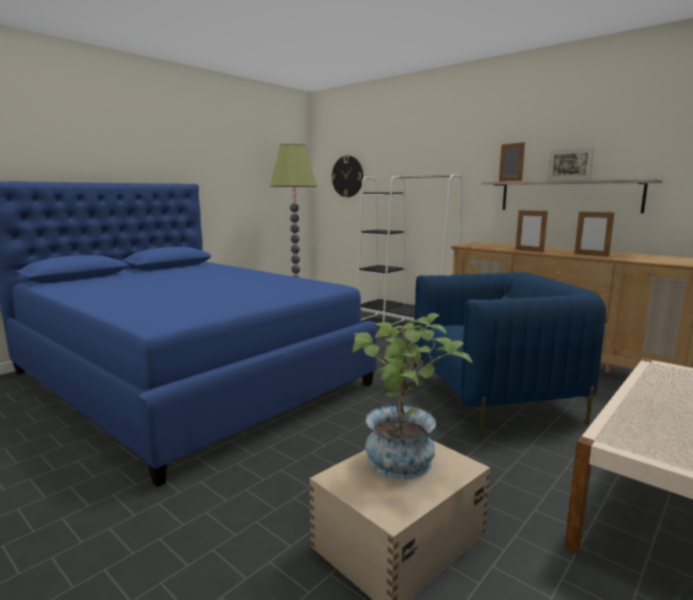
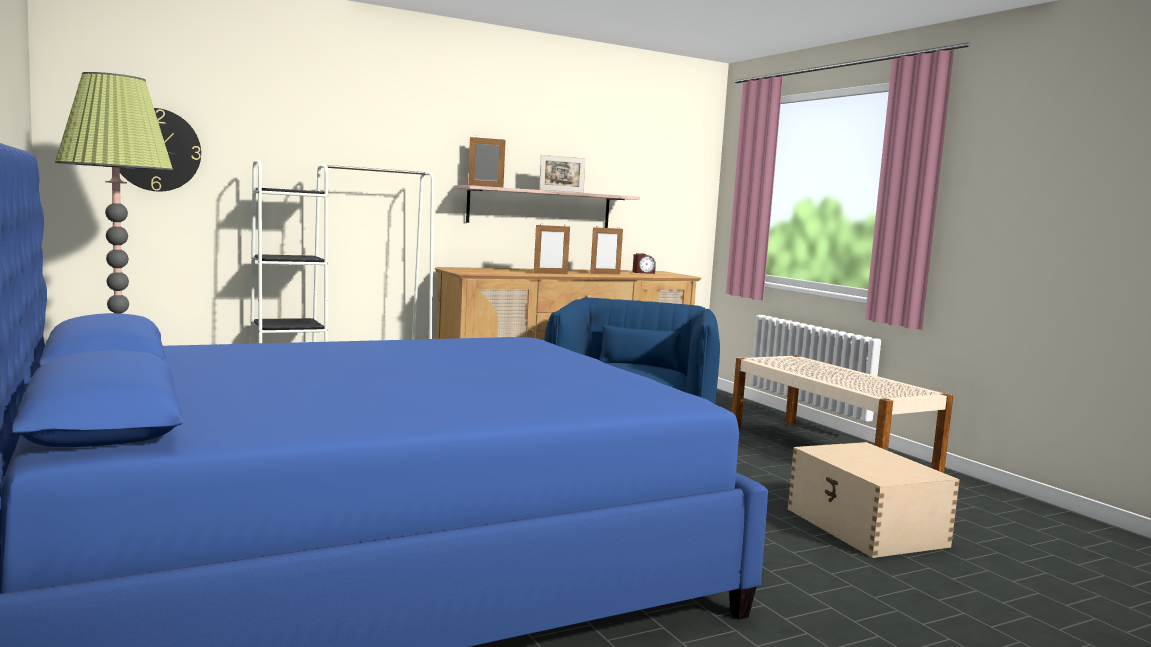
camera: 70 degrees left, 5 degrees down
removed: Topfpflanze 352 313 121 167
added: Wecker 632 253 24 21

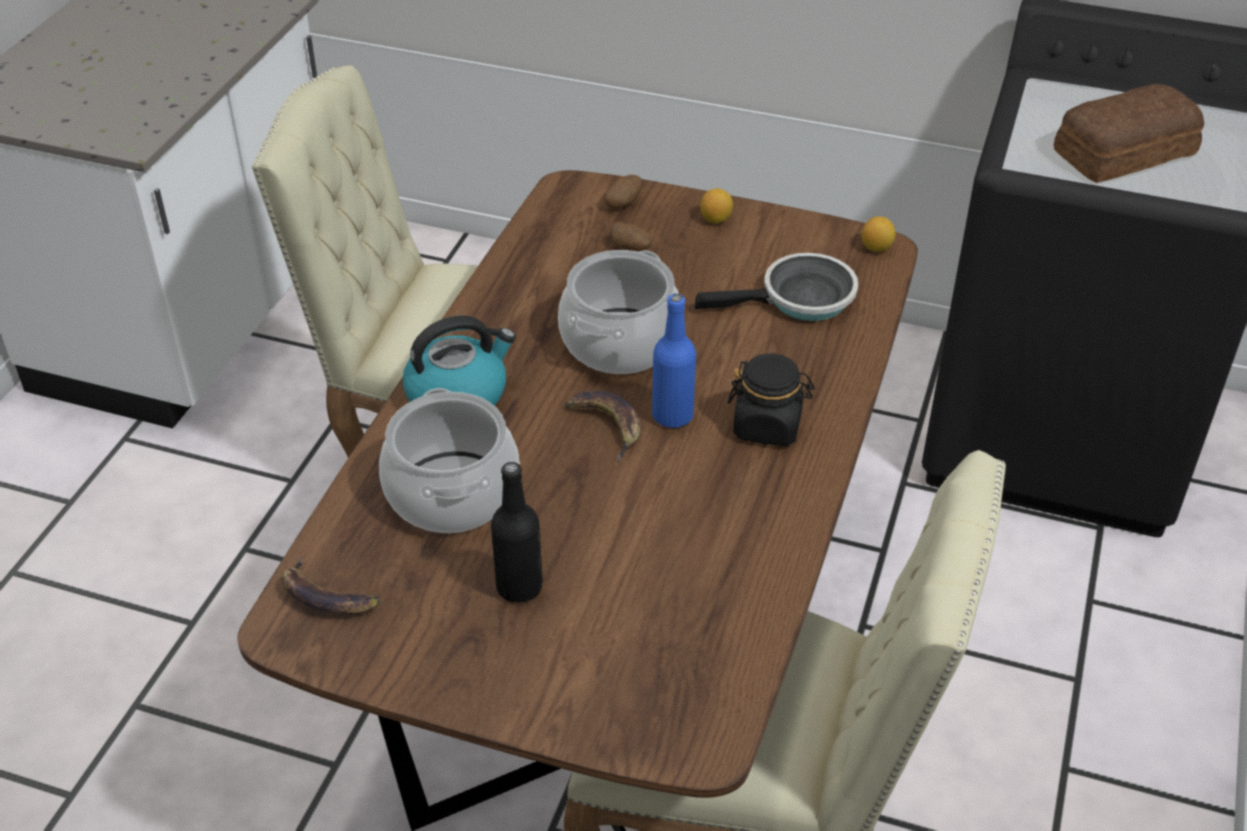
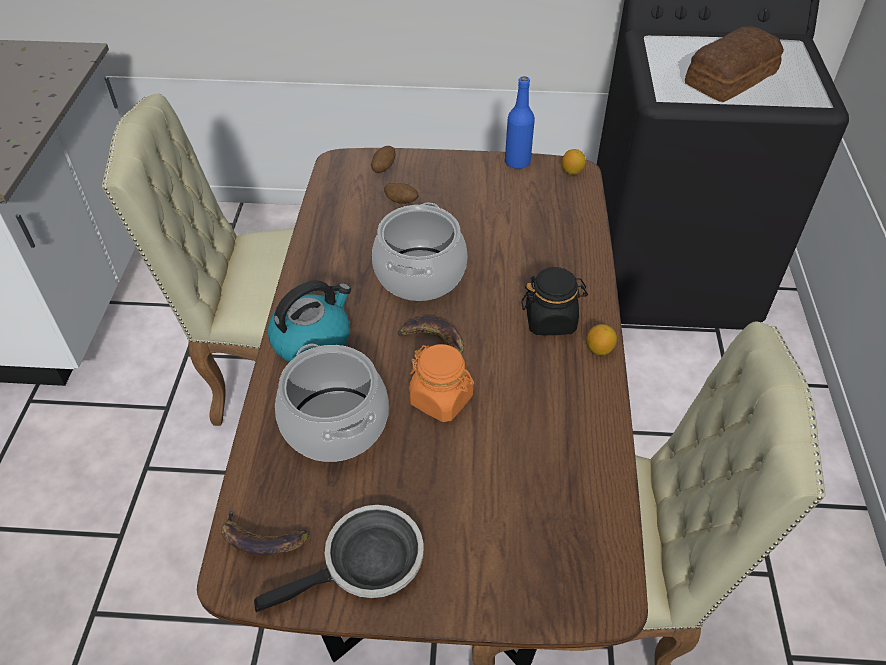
camera: 15 degrees left, 5 degrees up
removed: Flasche/schwarz 491 462 52 141
added: Vorratsglas/orange 409 344 65 78
moved: Flasche/blau 652 294 44 134 to 505 76 30 93; Pfanne 694 253 164 68 to 254 505 170 107; Zitrone 700 188 33 35 to 586 324 31 31

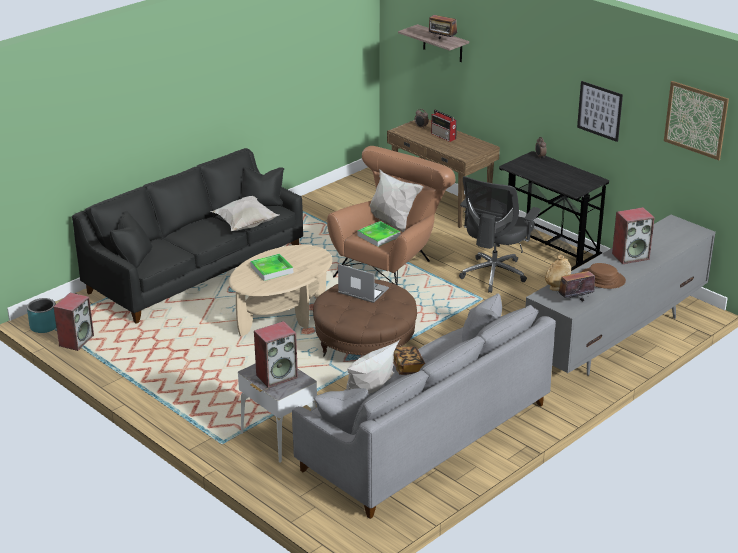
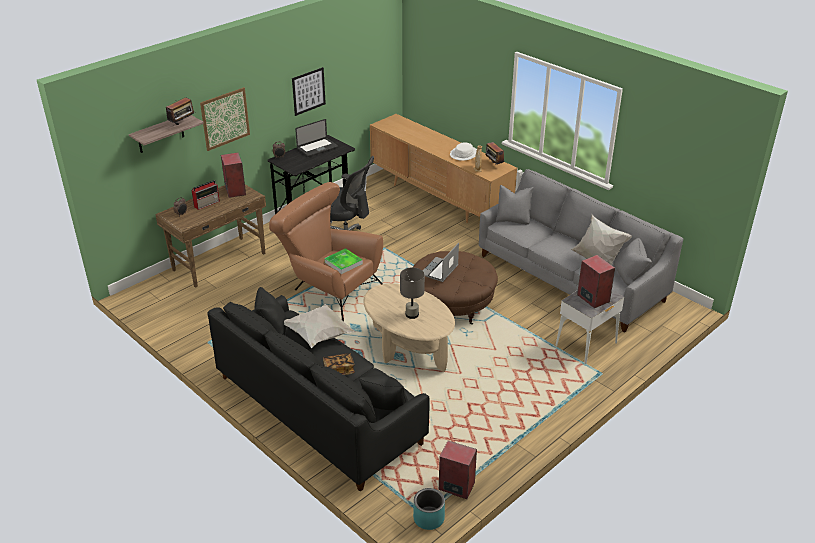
camera: 90 degrees left, 5 degrees up
removed: Kissen/weiß 370 169 53 63
added: Laptop 295 119 43 38
moved: Buch 393 346 32 29 to 323 353 32 22; Lautsprecher 612 207 43 57 to 221 153 25 45; Bild 664 81 65 79 to 200 87 50 64
replaced: Tablett 250 254 43 27 to Tischlampe/grau 400 267 25 52
recoloured: Schrank/grau 526 215 190 161 to Schrank/braun 370 114 147 109; Hut/braun 581 263 45 26 to Hut/weiß 450 142 27 19

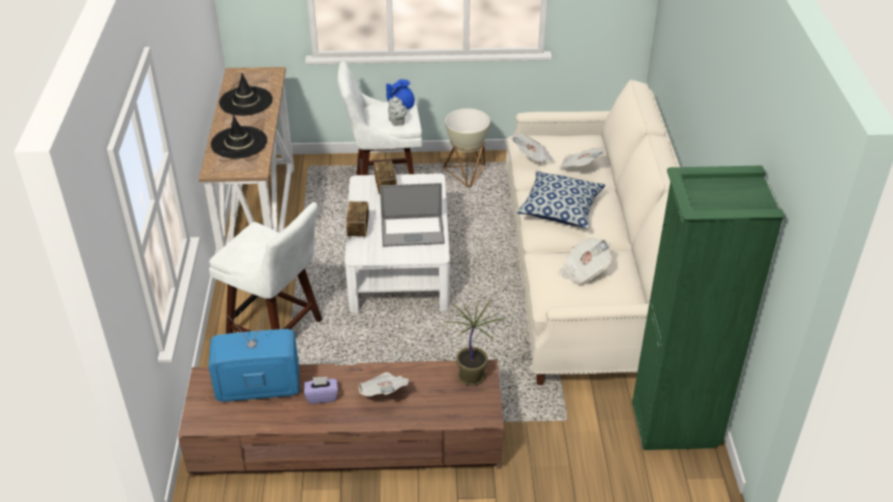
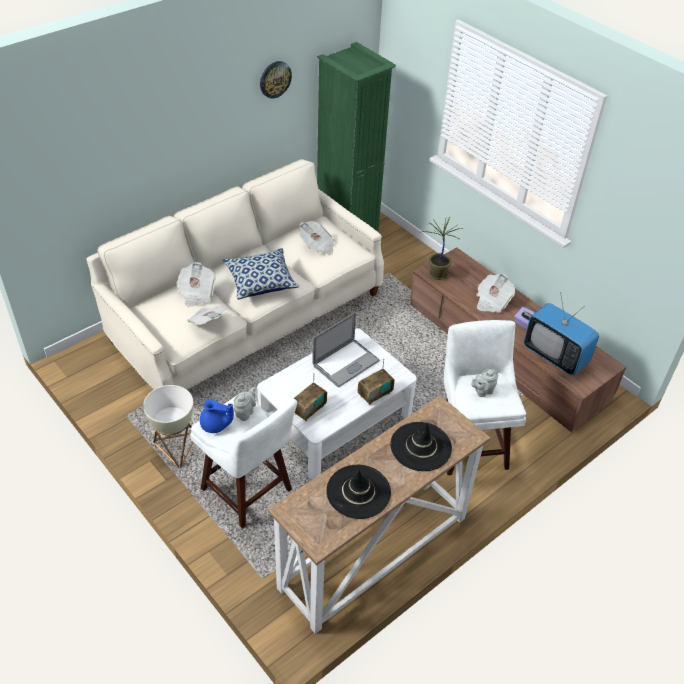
camera: 130 degrees left, 5 degrees up
added: Wanduhr 260 61 32 38; Teekanne/grau 471 369 27 28
turned: Laptop 380 183 65 64 = 312 312 68 76 90 degrees clockwise

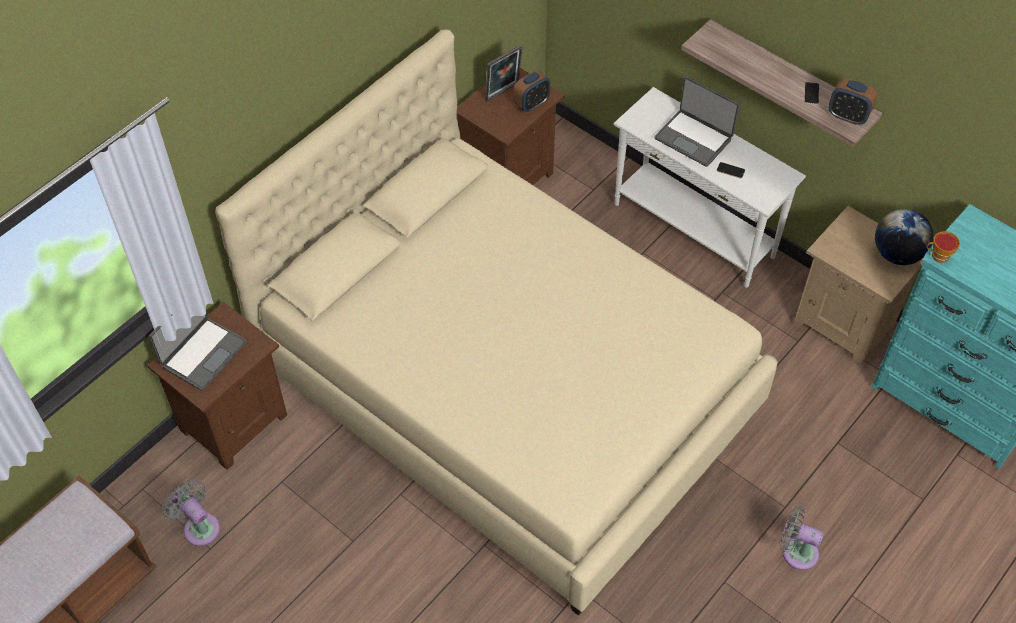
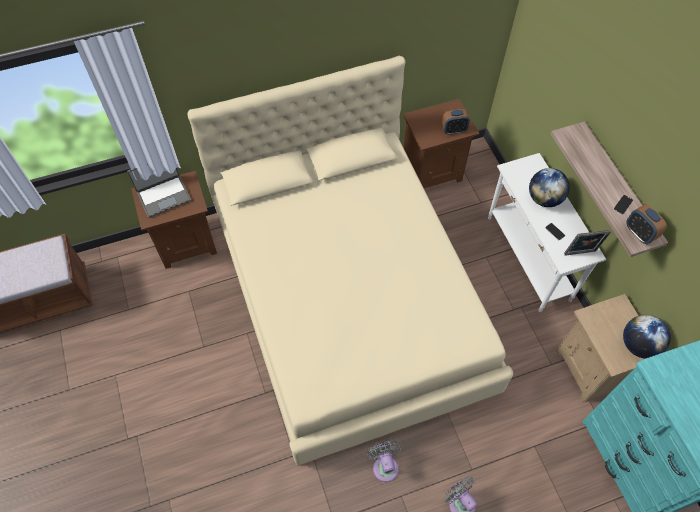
camera: 30 degrees right, 5 degrees up
removed: Tasse 926 231 34 32
moved: Ventilator/grau 162 479 58 67 to 367 440 34 42; Bilderrahmen 485 45 37 56 to 564 230 47 26
replaced: Laptop 654 76 85 91 to Globus 529 168 41 39

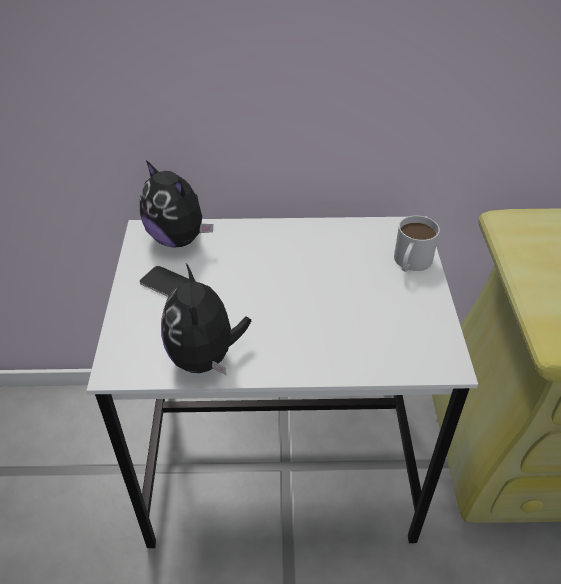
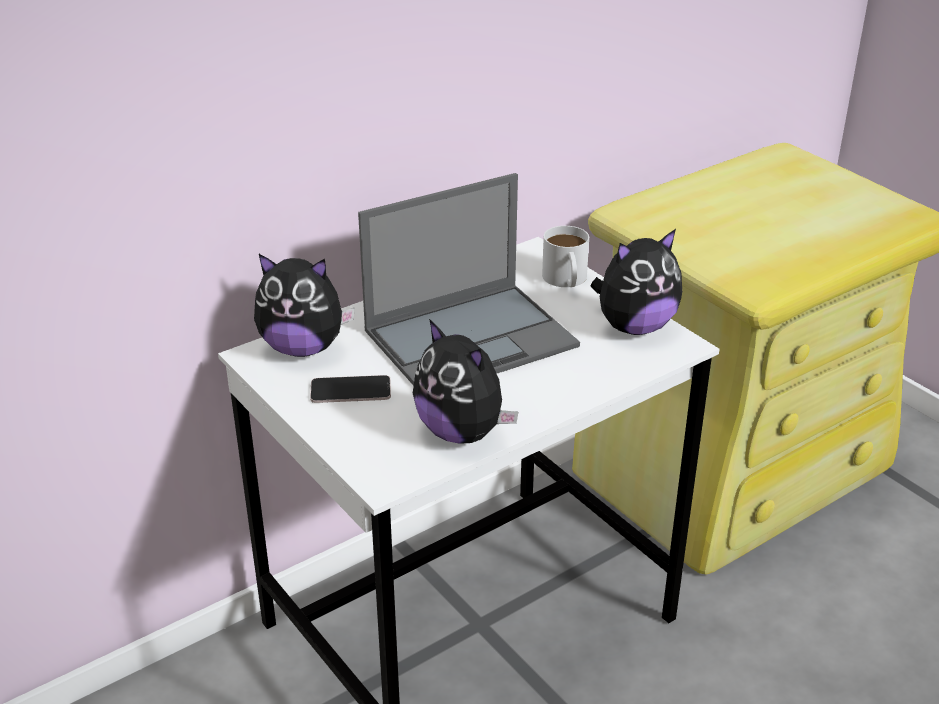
camera: 35 degrees left, 10 degrees down
added: Laptop 358 173 222 213; Plüschtier 591 229 91 106

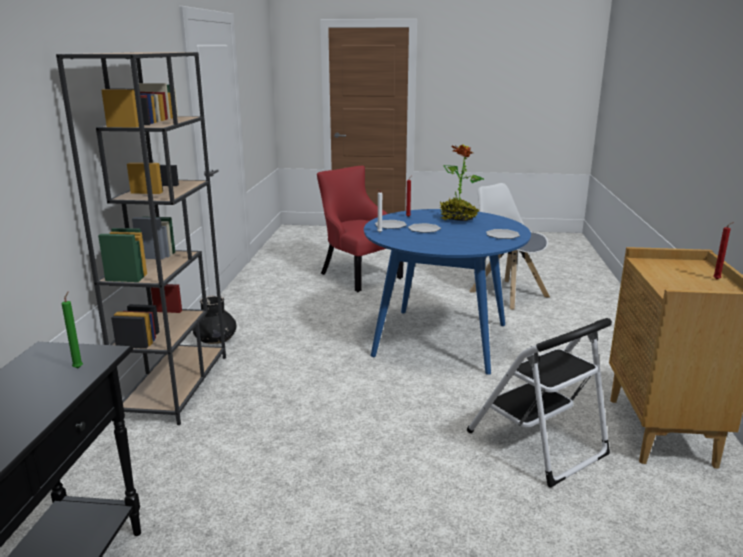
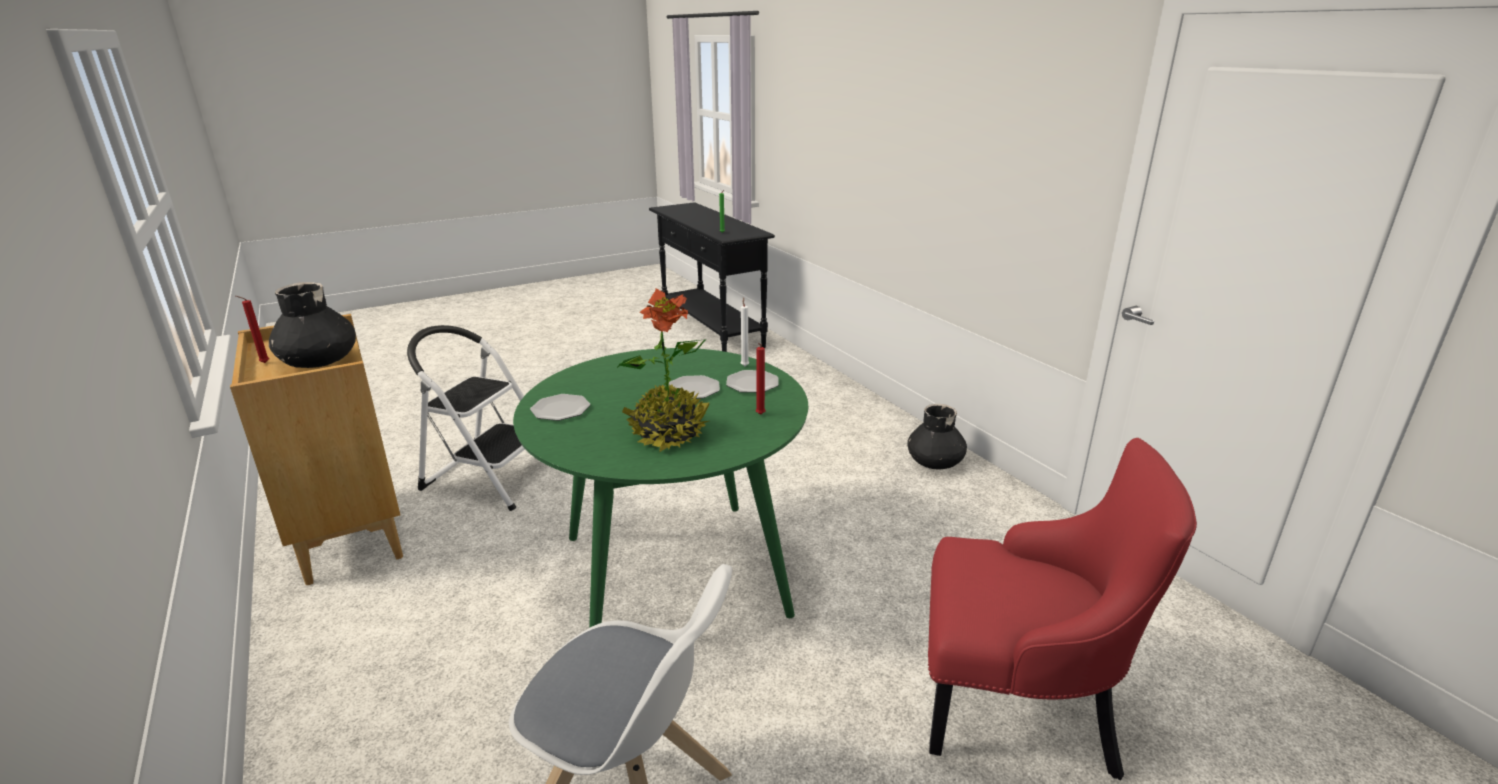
camera: 145 degrees right, 5 degrees up
removed: Bücherregal 56 52 170 373
added: Vase/schwarz 269 282 87 86
recoloured: Esstisch/blau 364 209 167 166 to Esstisch/grün 513 348 295 280

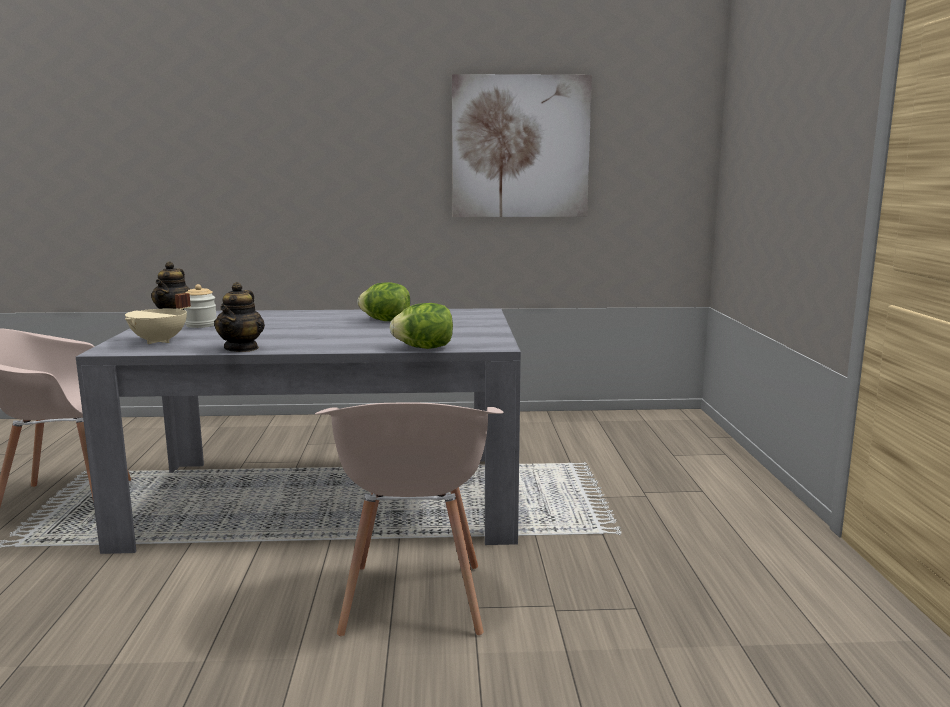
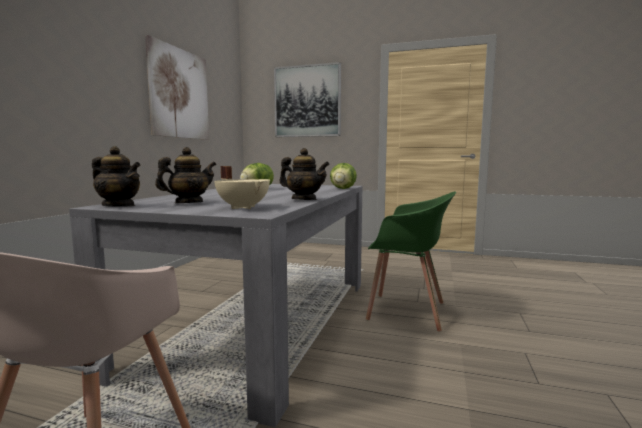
camera: 70 degrees left, 5 degrees down
added: Bild 274 62 67 75
replaced: Vorratsglas 184 284 33 44 to Teekanne 155 147 61 56
recoloured: Stuhl/beige 315 403 189 233 to Stuhl/grün 366 192 90 140

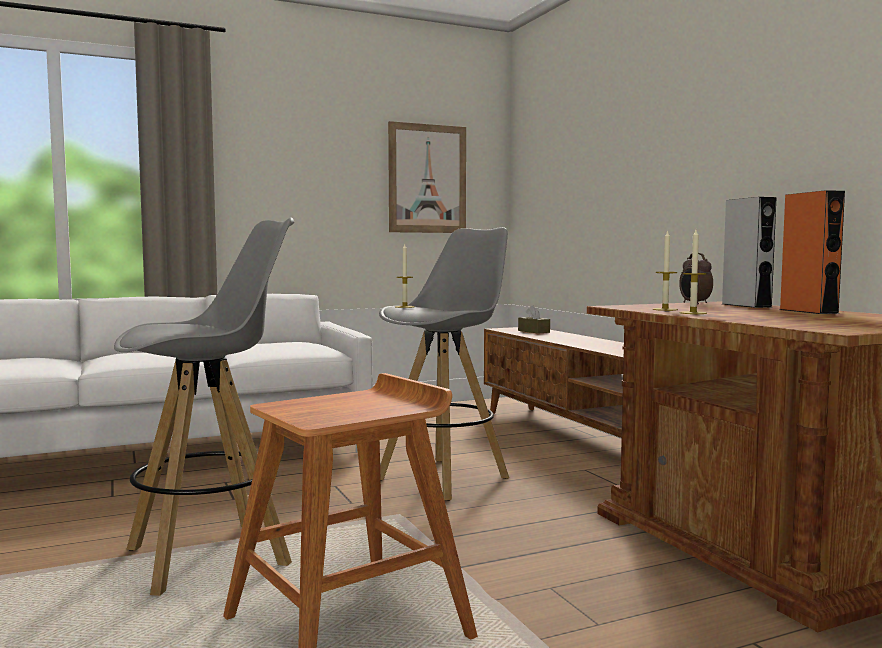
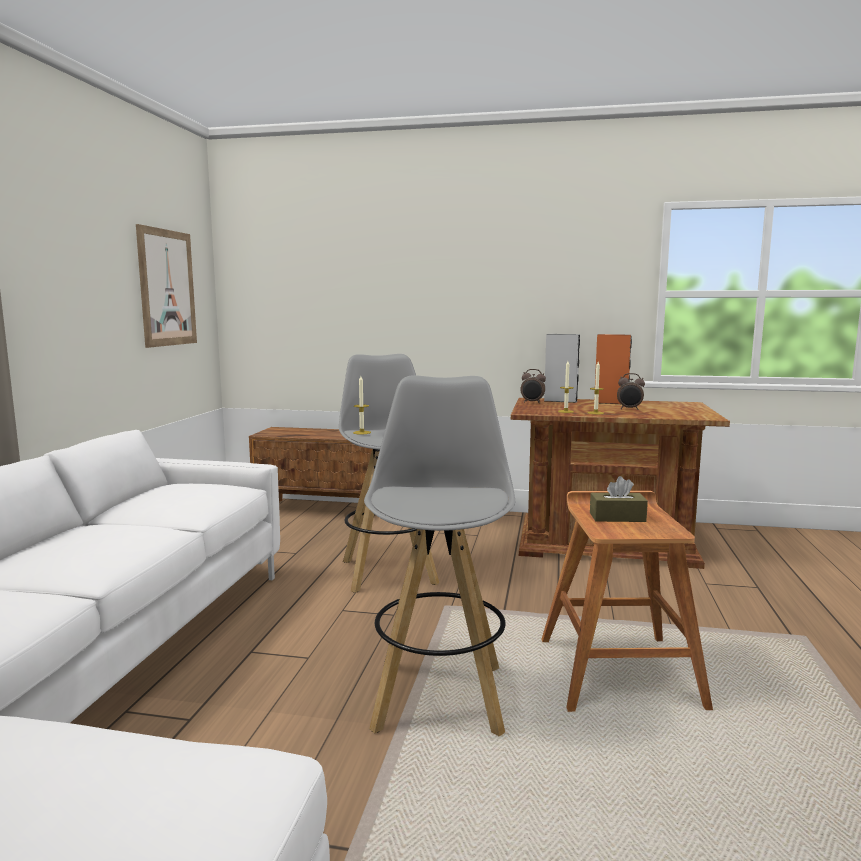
camera: 55 degrees left, 5 degrees up
added: Wecker 617 373 28 37
moved: Taschentuchbox/braun 518 305 32 29 to 590 476 58 46

